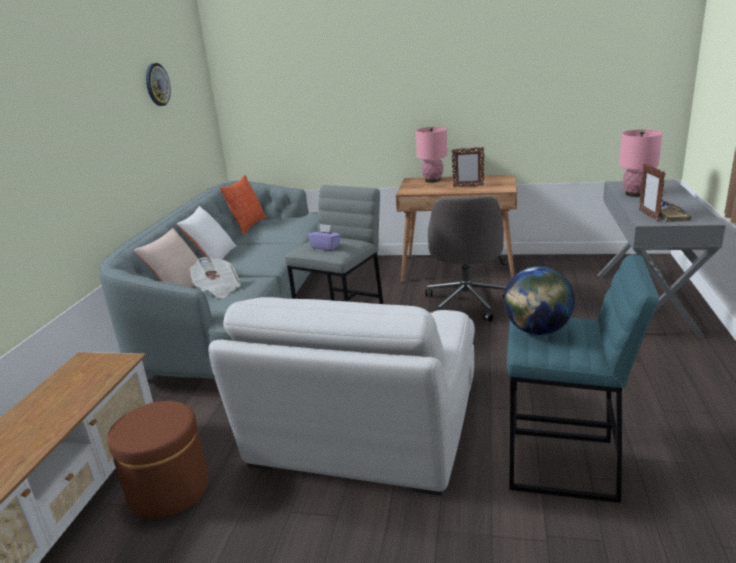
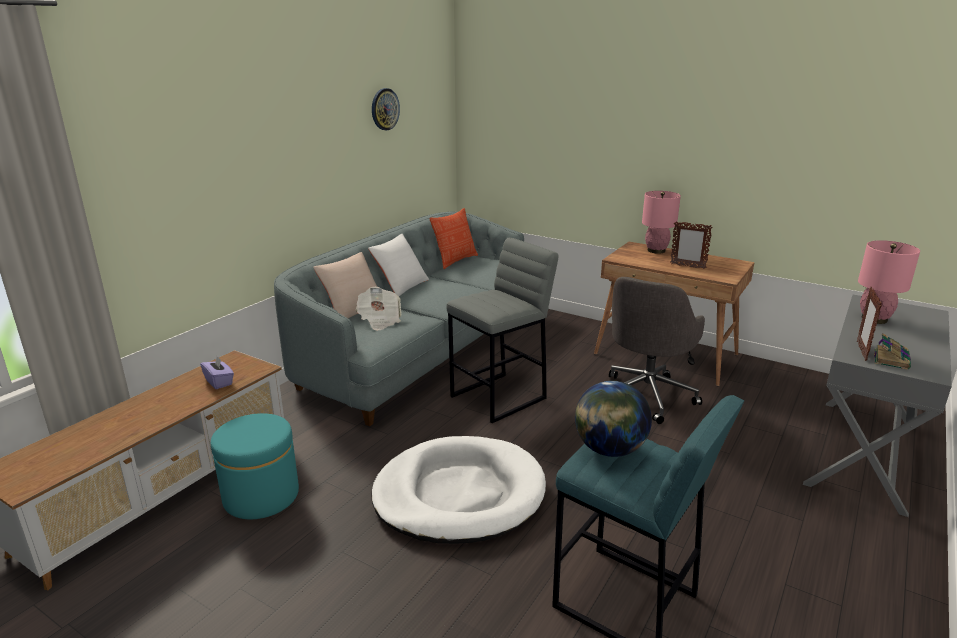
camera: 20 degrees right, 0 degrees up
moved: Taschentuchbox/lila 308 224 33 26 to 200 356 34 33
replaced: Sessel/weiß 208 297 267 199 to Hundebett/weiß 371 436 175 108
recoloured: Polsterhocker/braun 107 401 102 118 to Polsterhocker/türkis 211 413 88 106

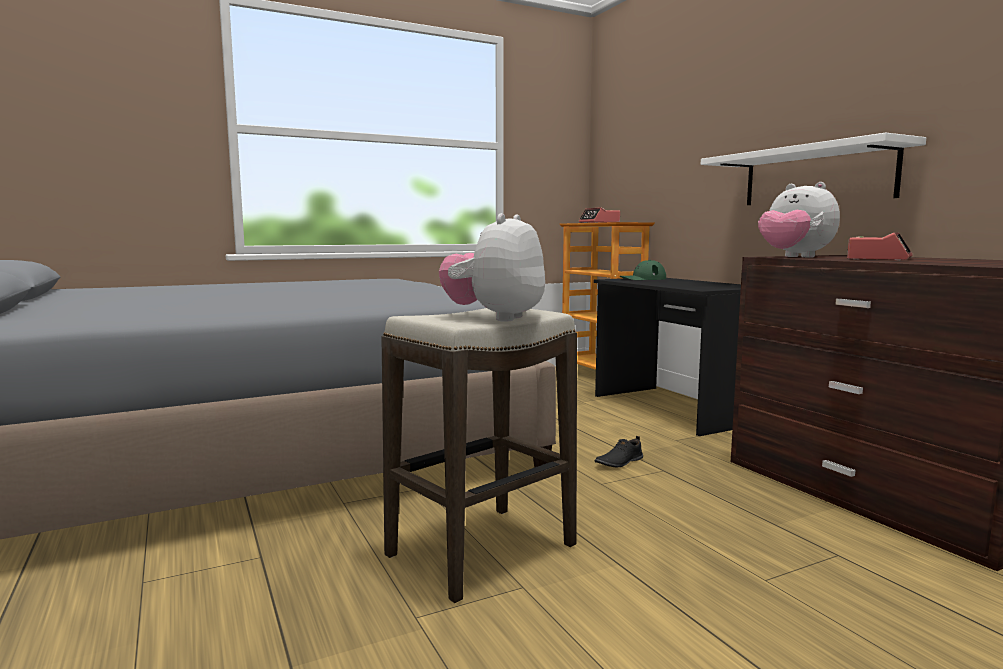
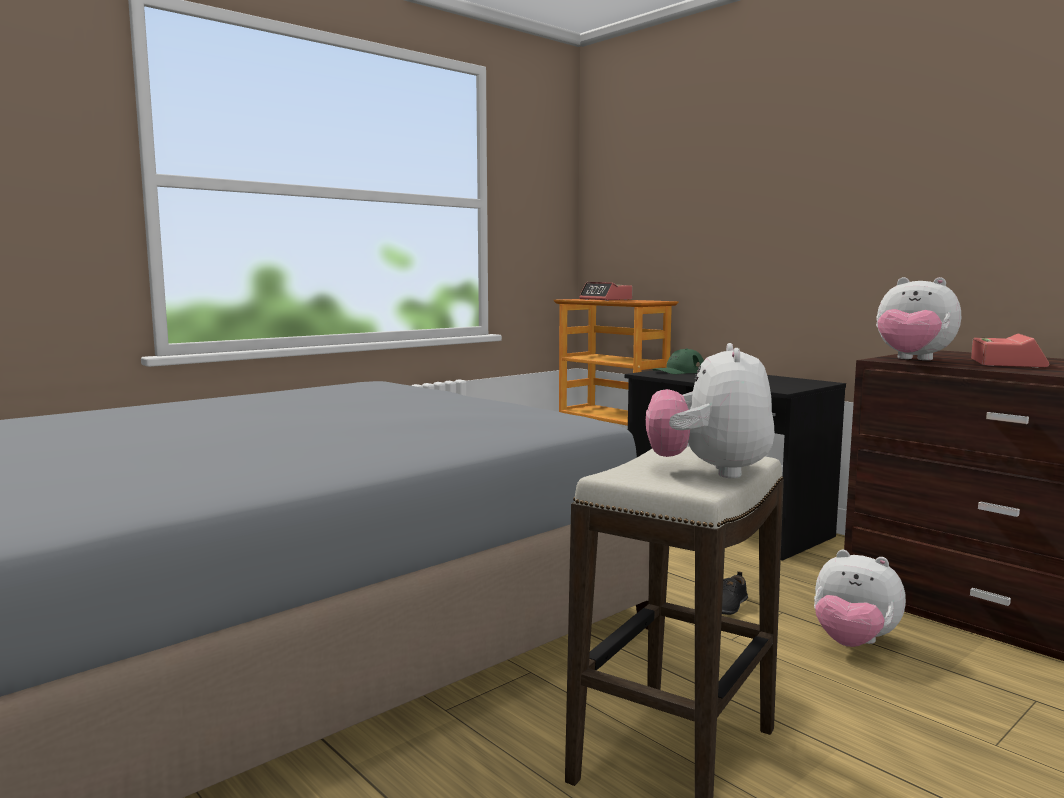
camera: 15 degrees left, 0 degrees up
removed: Wandregal/weiß 701 133 225 72
added: Plüschtier 814 550 92 97

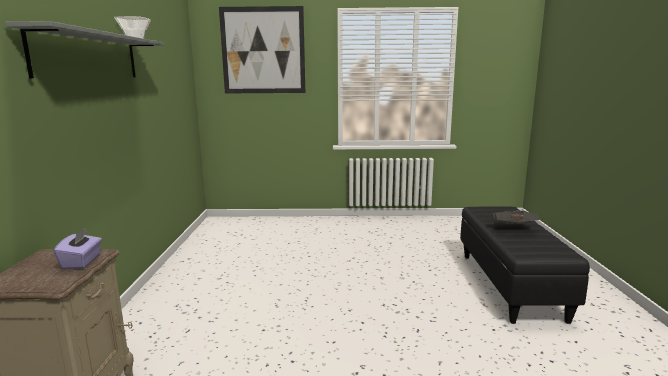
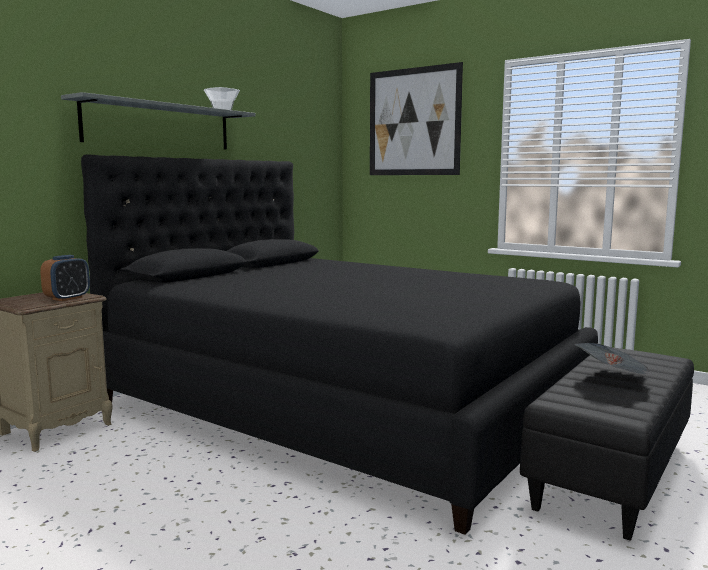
camera: 35 degrees right, 5 degrees down
added: Bett/schwarz 81 155 517 380
replaced: Taschentuchbox/lila 54 227 48 42 to Wecker 40 255 50 46

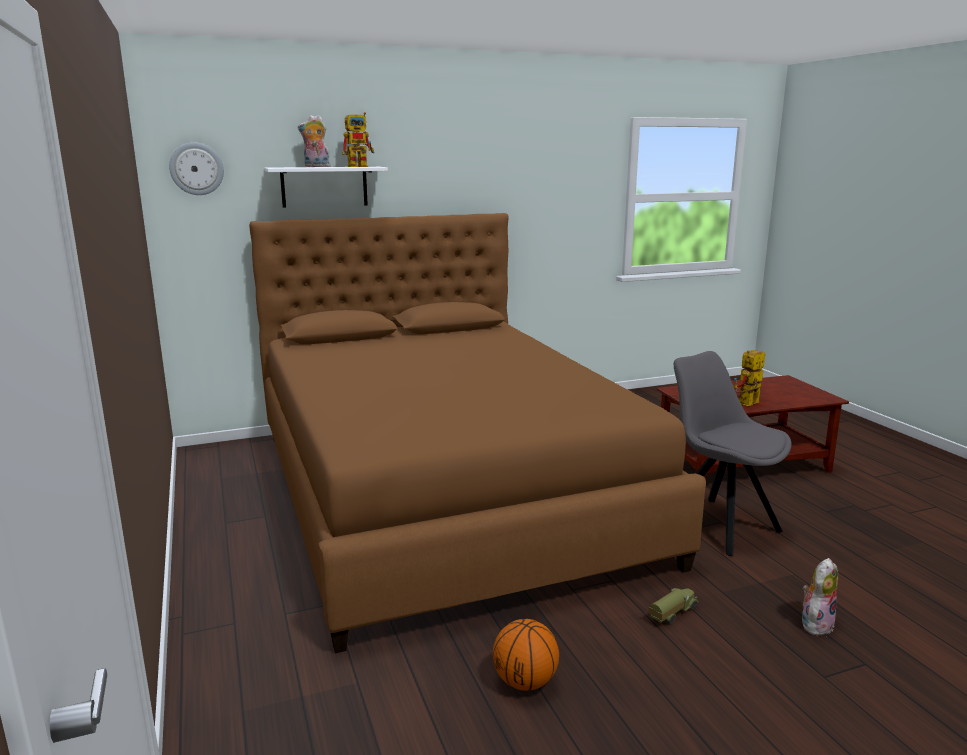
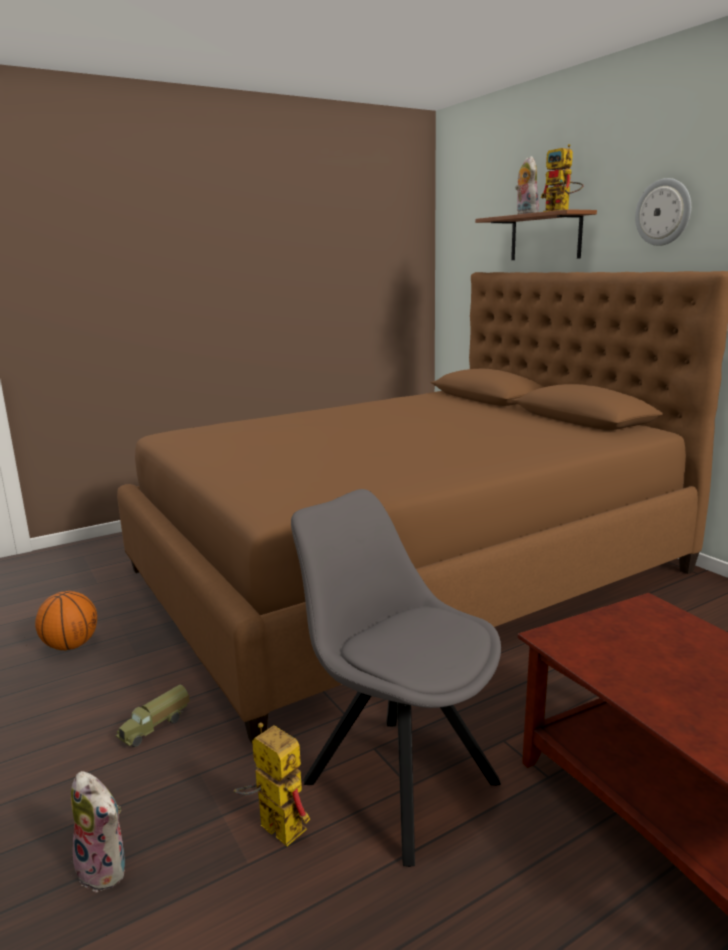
camera: 80 degrees right, 0 degrees up
moved: Wanduhr 169 142 55 53 to 635 178 56 68; Spielzeugroboter 733 350 32 56 to 234 723 76 124
recoloured: Wandregal/weiß 264 167 124 41 to Wandregal/braun 475 209 122 51
turned: Spielzeuglaster 648 588 51 36 = 115 685 75 62 90 degrees clockwise; Stuhl/grau 674 351 118 205 = 291 489 210 378 90 degrees counterclockwise

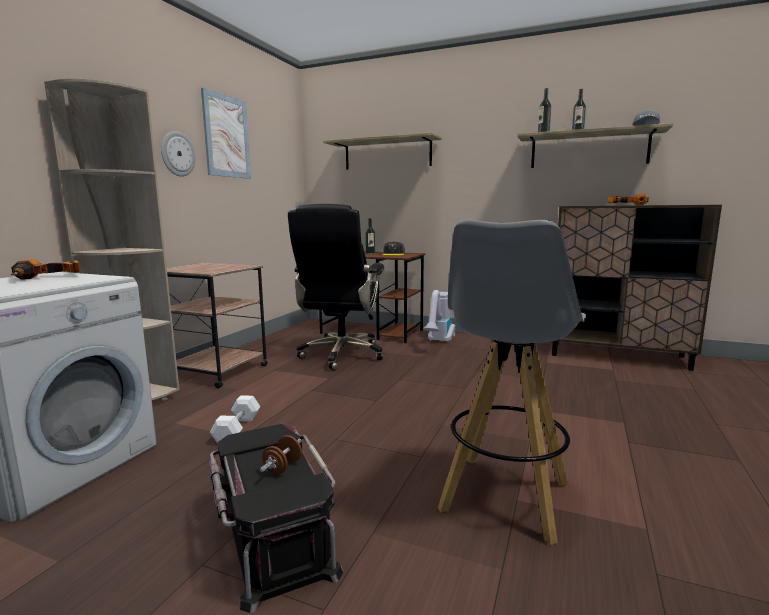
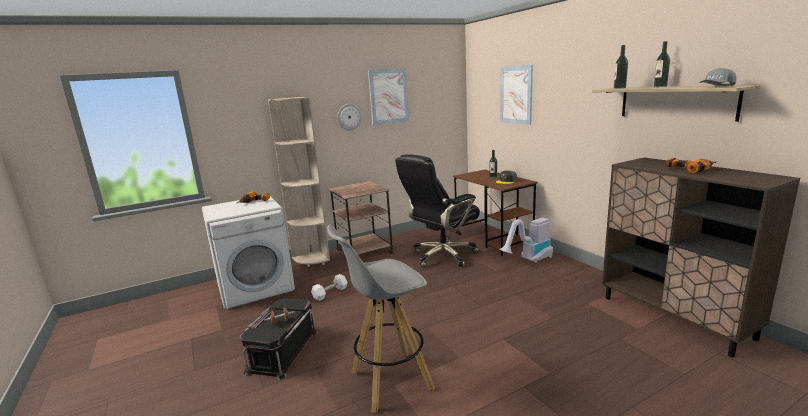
camera: 40 degrees right, 5 degrees up
replaced: Wandregal 323 133 119 37 to Bild 500 65 33 60

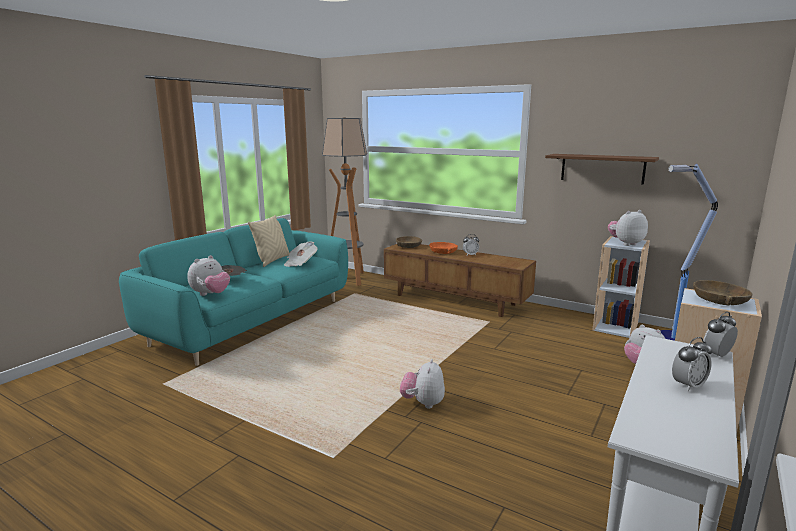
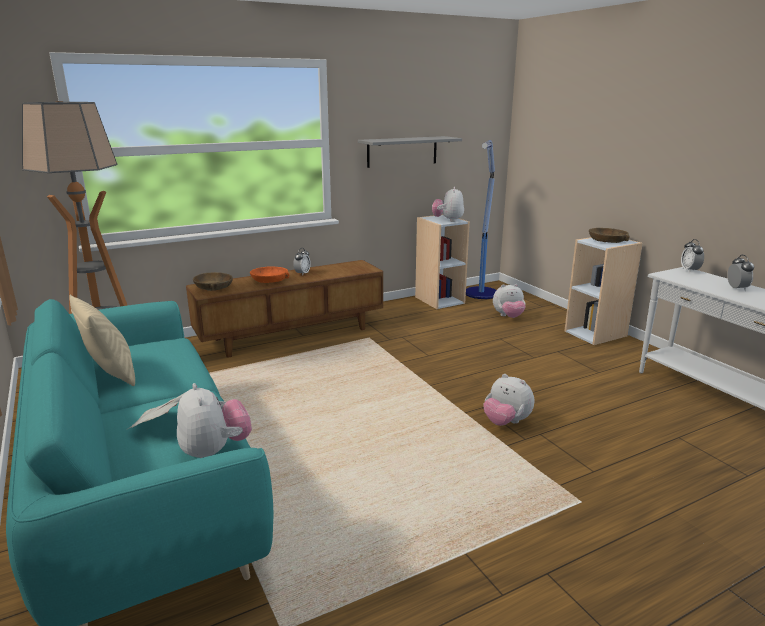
camera: 60 degrees left, 5 degrees up
removed: Zeitung 284 241 34 26
recoloured: Wandregal/braun 545 154 114 31 to Wandregal/grau 358 136 104 32

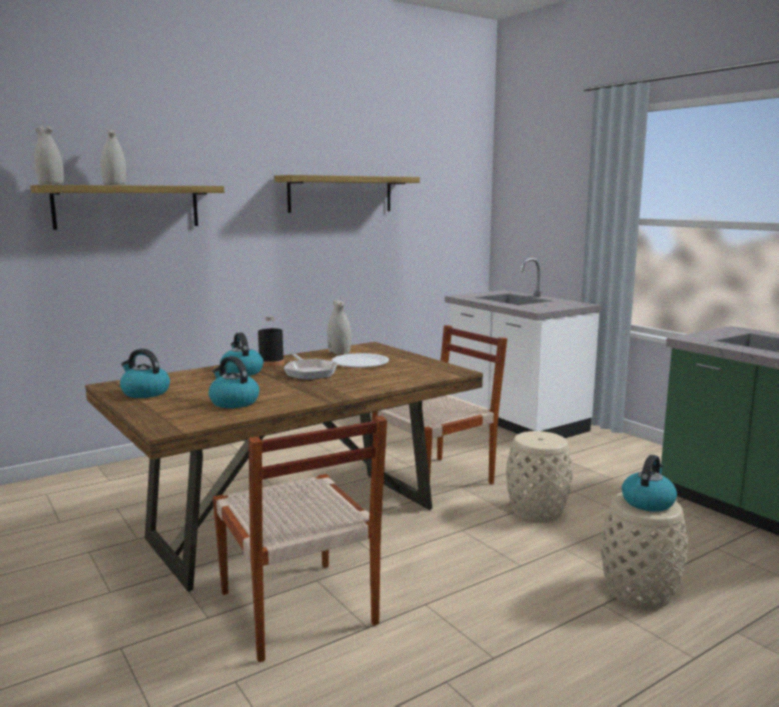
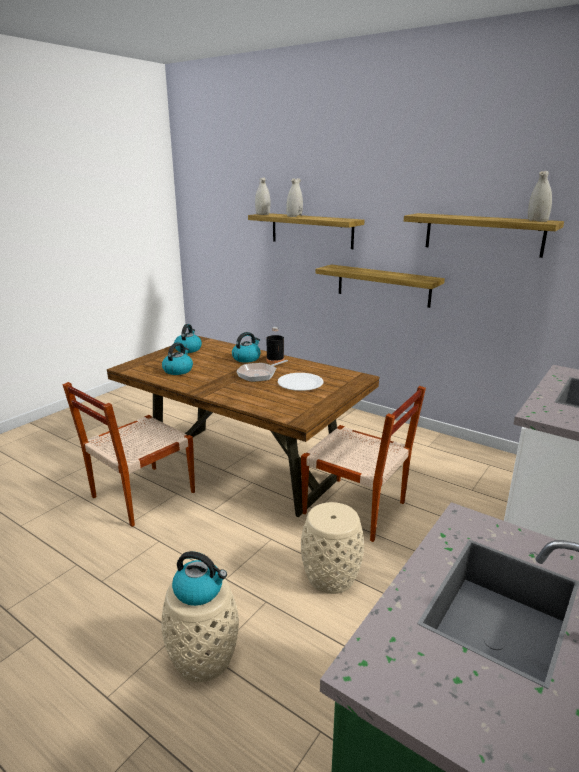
camera: 70 degrees right, 10 degrees up
added: Wandregal 315 264 130 44
moved: Vase/weiß 327 300 24 55 to 528 171 24 51

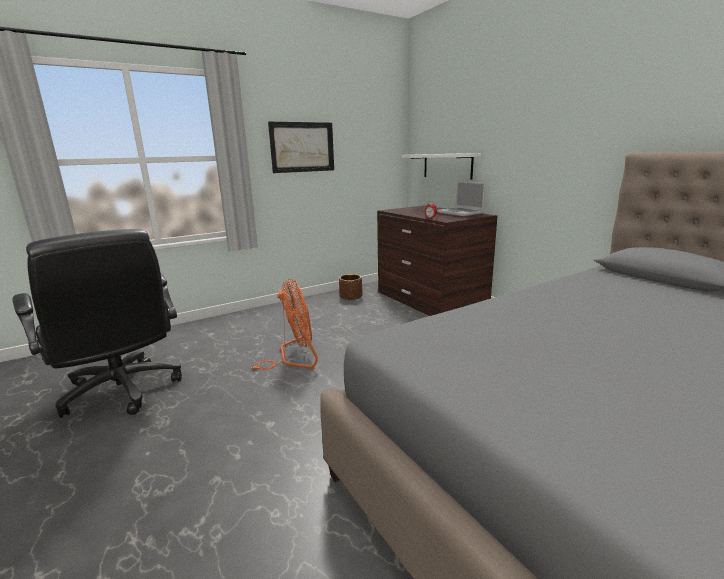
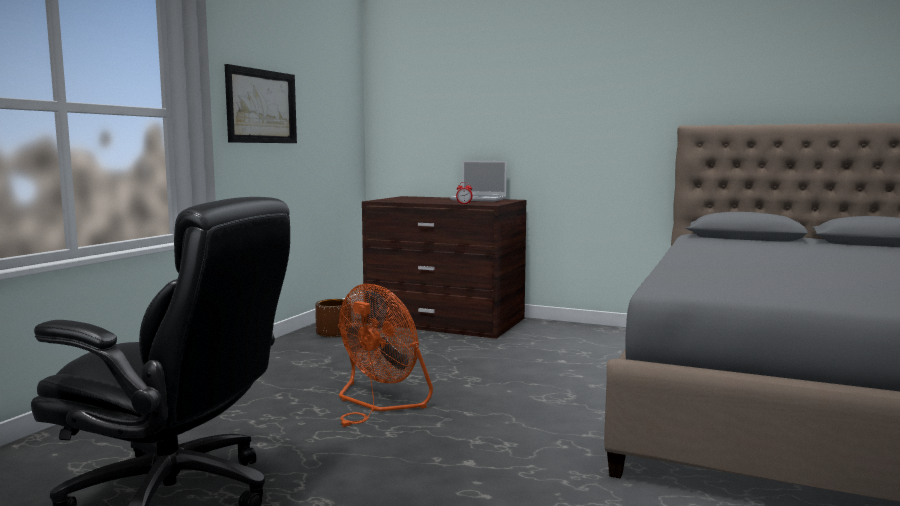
camera: 35 degrees left, 10 degrees down
removed: Wandregal/weiß 402 153 79 26

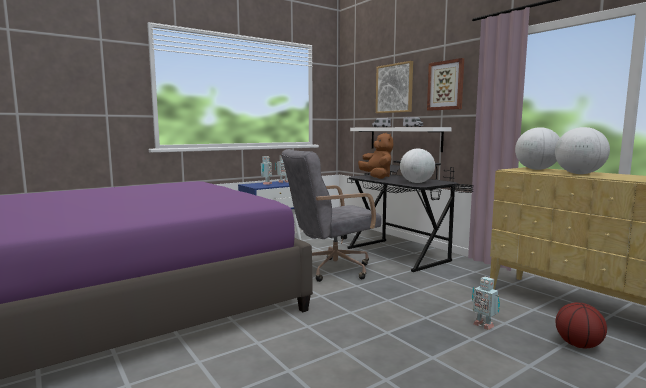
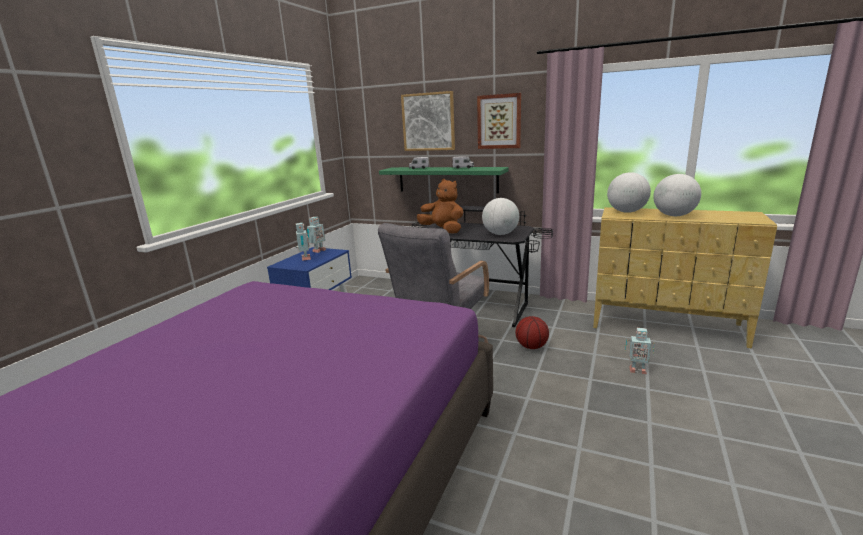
camera: 30 degrees left, 10 degrees up
moved: Basketball 556 302 51 46 to 516 316 33 33
recoloured: Wandregal/weiß 350 127 102 25 to Wandregal/grün 379 167 130 27

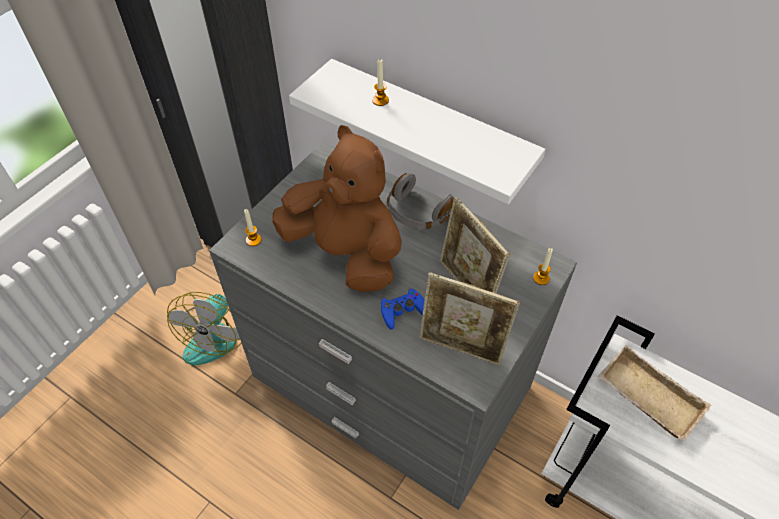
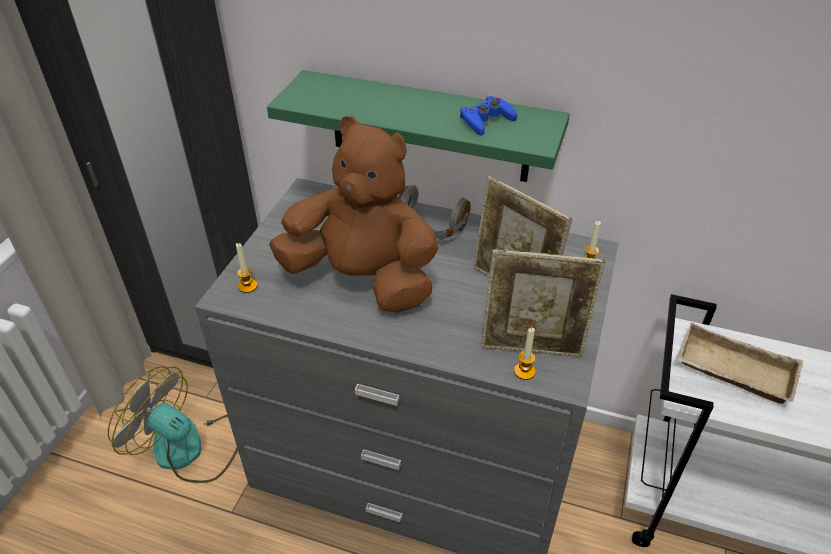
camera: 15 degrees left, 10 degrees down
moved: Kerze 372 59 17 47 to 514 327 22 53; Gamepad/blau 381 288 43 42 to 460 96 57 40
recoloured: Wandregal/weiß 289 59 257 145 to Wandregal/grün 267 70 303 112
turned: Ventilator 167 292 74 73 = 108 366 130 117 120 degrees clockwise

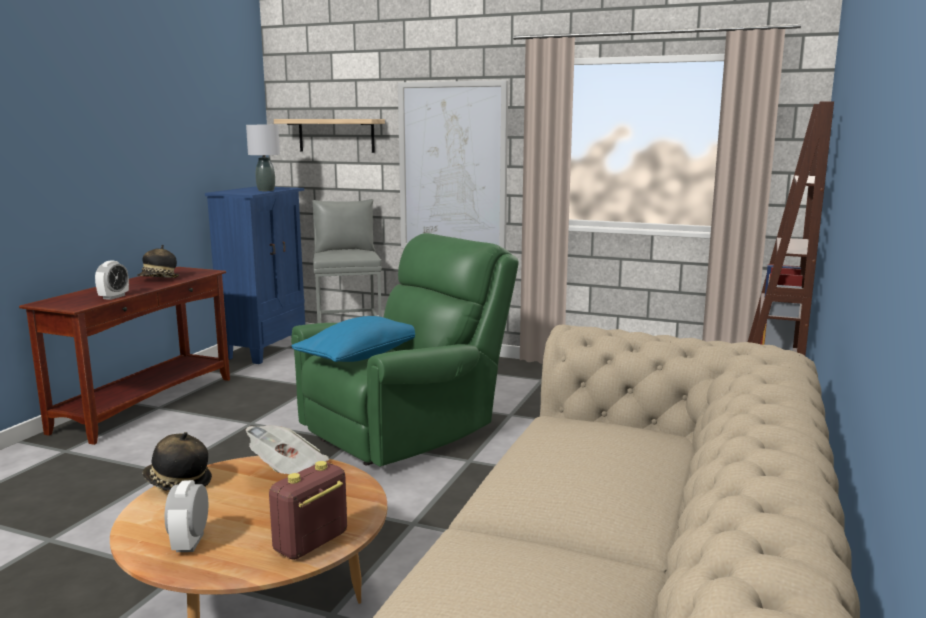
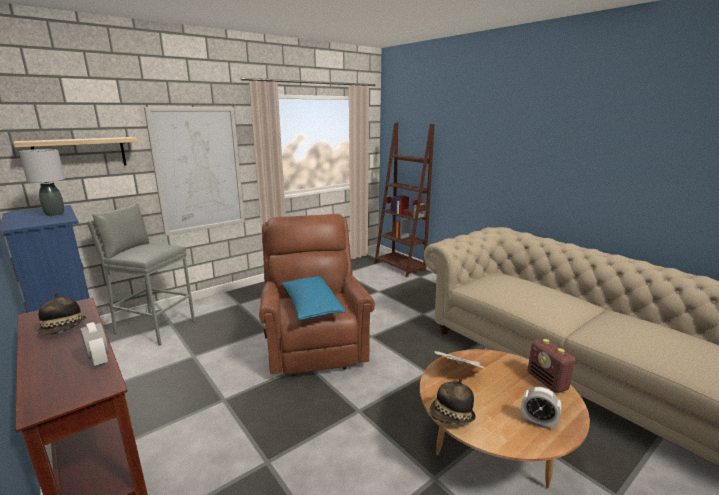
camera: 60 degrees left, 5 degrees up
recoloured: Sessel/grün 291 233 228 234 to Sessel/braun 259 214 116 162

